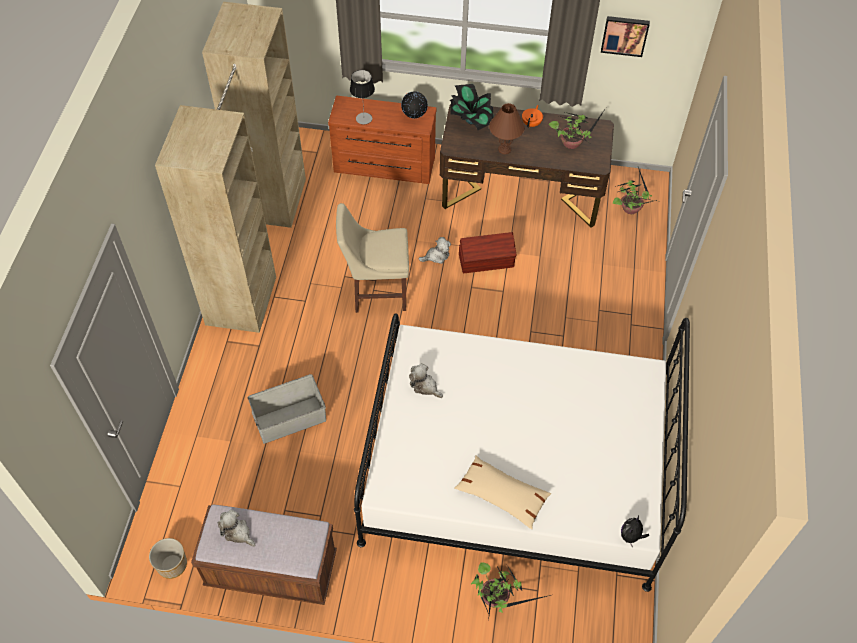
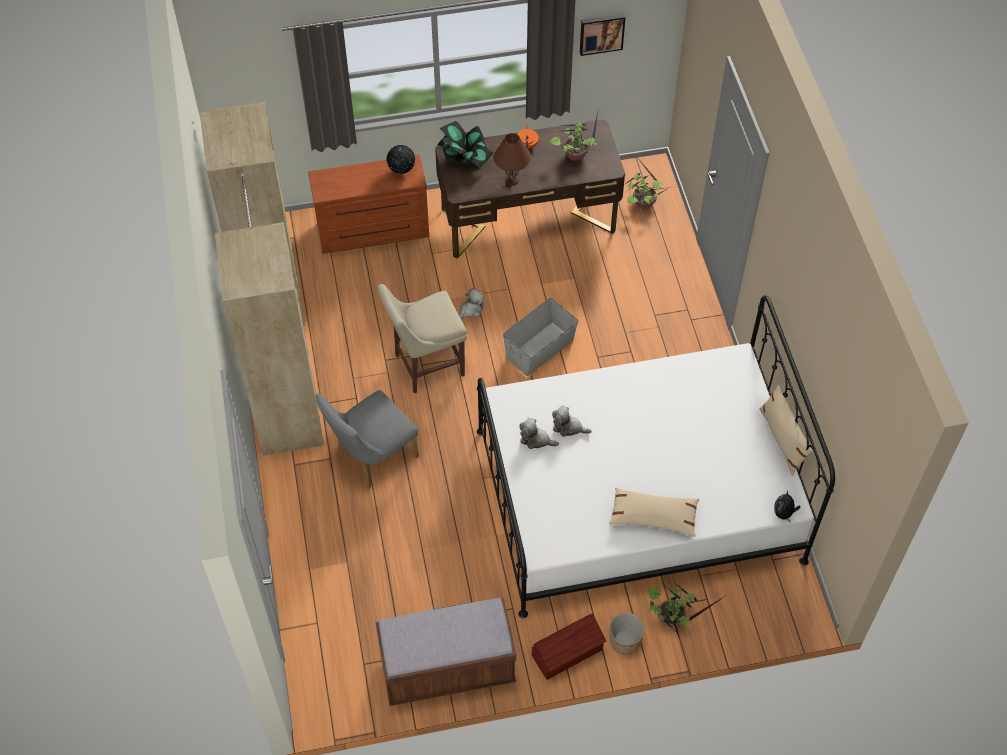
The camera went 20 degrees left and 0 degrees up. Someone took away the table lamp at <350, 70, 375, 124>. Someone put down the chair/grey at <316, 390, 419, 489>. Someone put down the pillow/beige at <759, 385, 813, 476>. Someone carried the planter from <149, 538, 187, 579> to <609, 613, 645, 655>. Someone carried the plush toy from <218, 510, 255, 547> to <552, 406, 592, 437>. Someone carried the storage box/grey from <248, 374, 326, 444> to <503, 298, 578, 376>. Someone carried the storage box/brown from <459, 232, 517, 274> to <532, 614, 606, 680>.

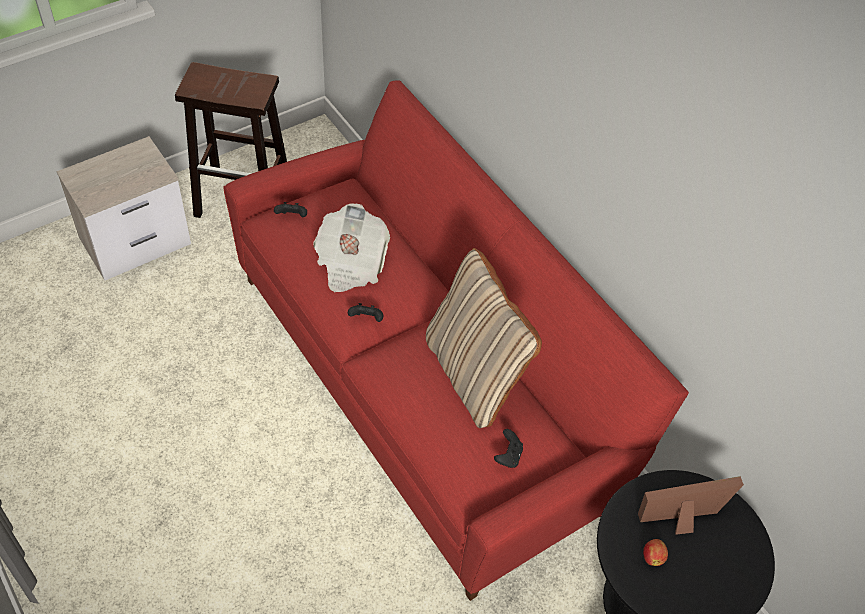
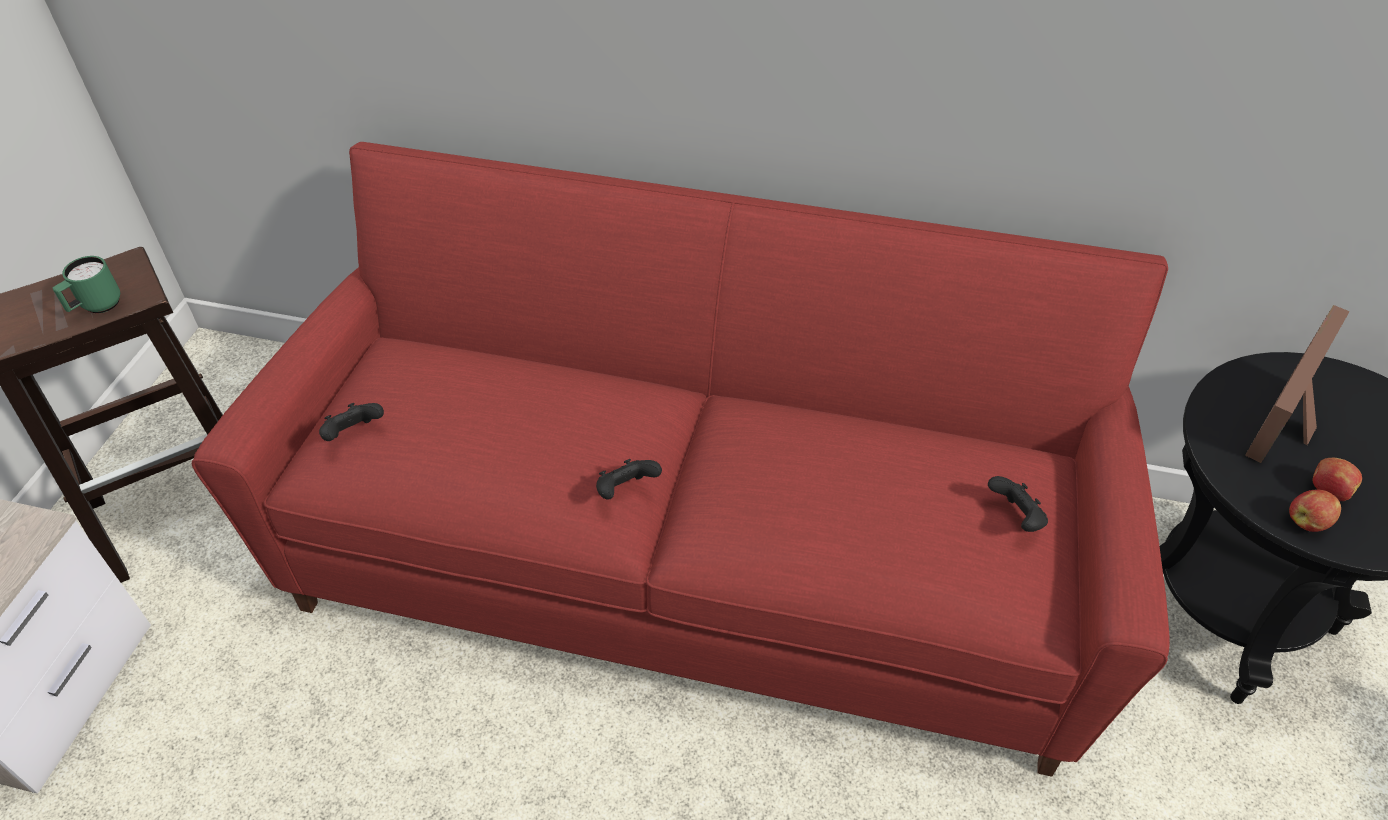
The camera went 40 degrees left and 5 degrees down. Someone took away the newspaper at <313, 203, 390, 292>. Someone took away the pillow/beige at <426, 248, 542, 428>. Someone put down the mug/green at <53, 256, 120, 313>. Someone put down the apple at <1289, 489, 1341, 532>.

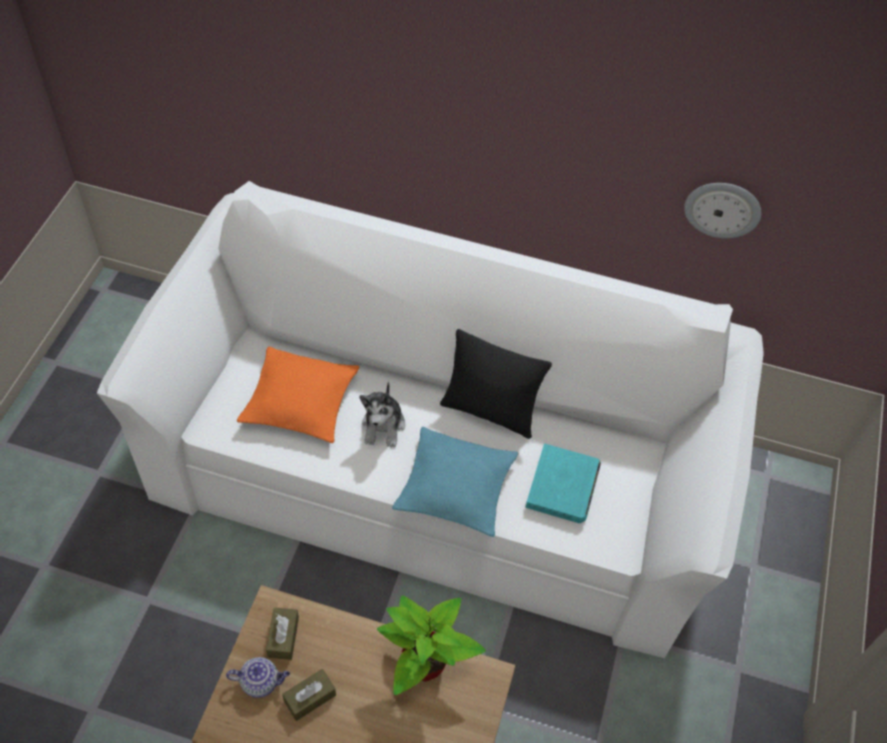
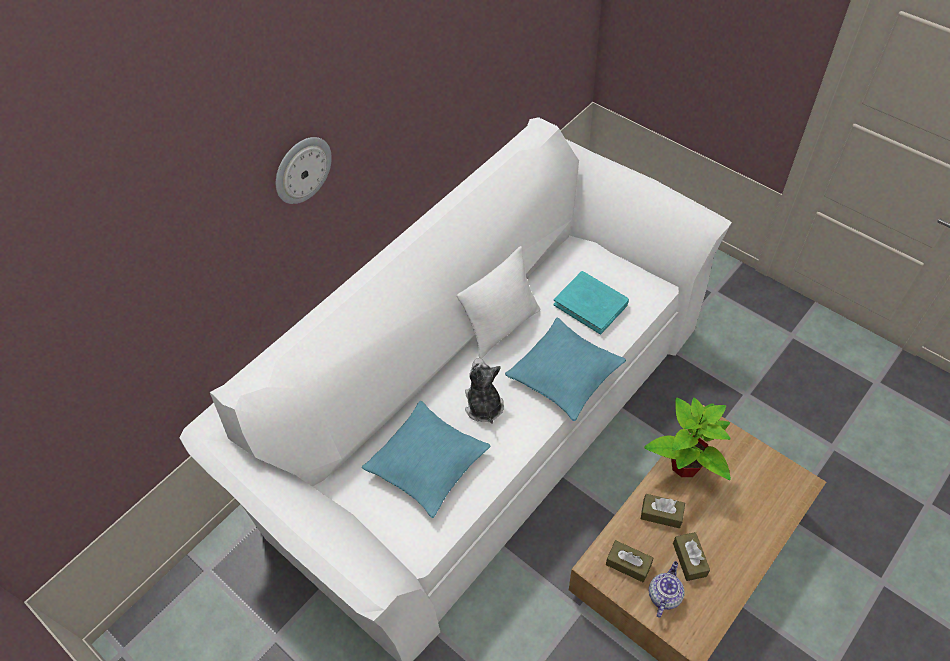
The camera went 60 degrees left and 0 degrees up. Someone put down the tissue box/brown at <641, 494, 685, 528>. Someone carried the wall clock from <684, 183, 761, 238> to <276, 137, 332, 204>. Someone repainted the pillow/orange at <237, 346, 359, 443>, which became the pillow/turquoise at <362, 401, 490, 518>. Someone repainted the pillow/black at <440, 329, 552, 439>, which became the pillow/white at <457, 246, 541, 358>. Someone rotated the plush toy at <359, 381, 405, 447> by 135 degrees counterclockwise.

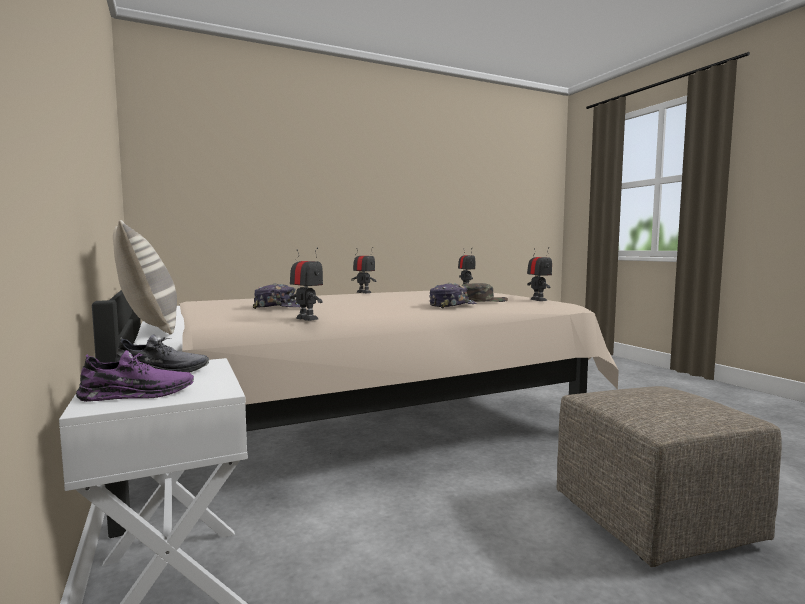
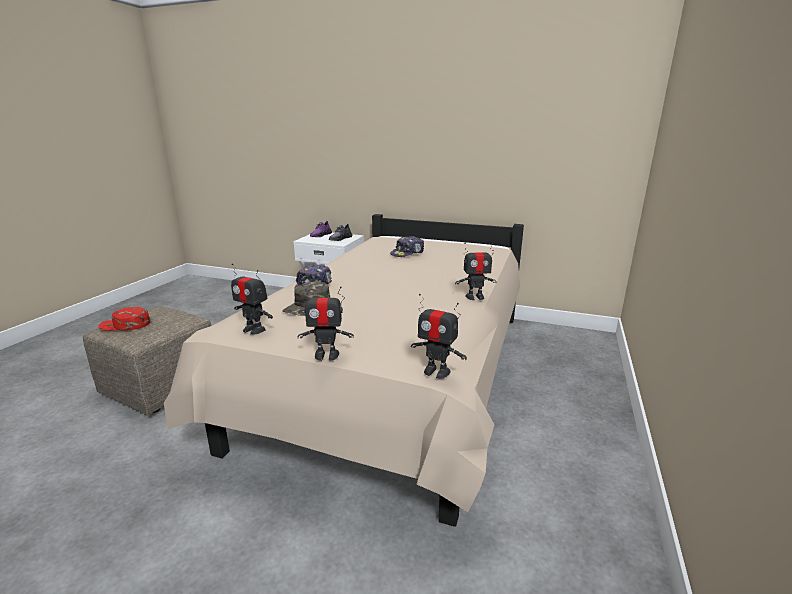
The camera went 135 degrees right and 15 degrees up. Someone took away the pillow at <113, 220, 177, 334>. Someone put down the cap/red at <98, 307, 150, 331>. Someone carried the toy robot from <290, 248, 323, 321> to <298, 285, 354, 361>.

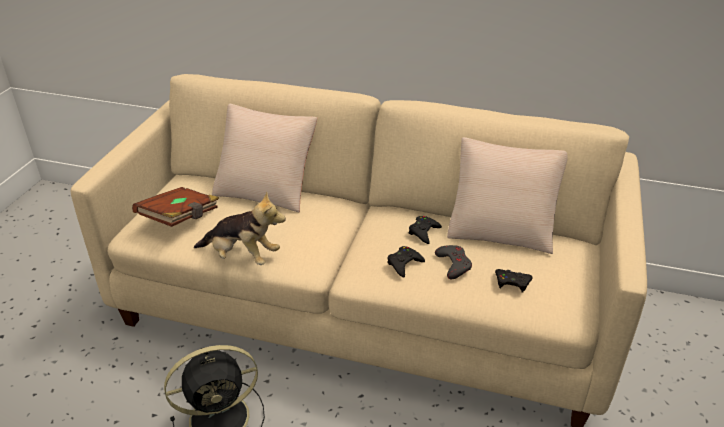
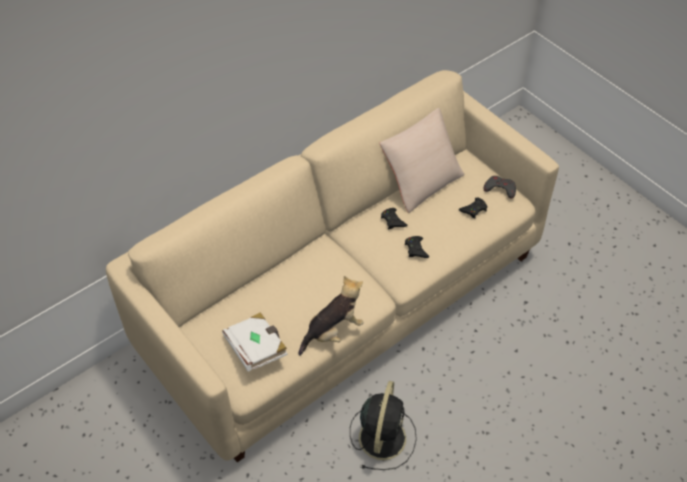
The camera went 55 degrees left and 15 degrees up. Someone took away the pillow/beige at <212, 104, 317, 212>. Someone carried the game controller/grey from <435, 245, 472, 279> to <483, 176, 516, 198>. Someone repainted the book/brown at <132, 187, 219, 227>, which became the book/white at <222, 313, 288, 372>.

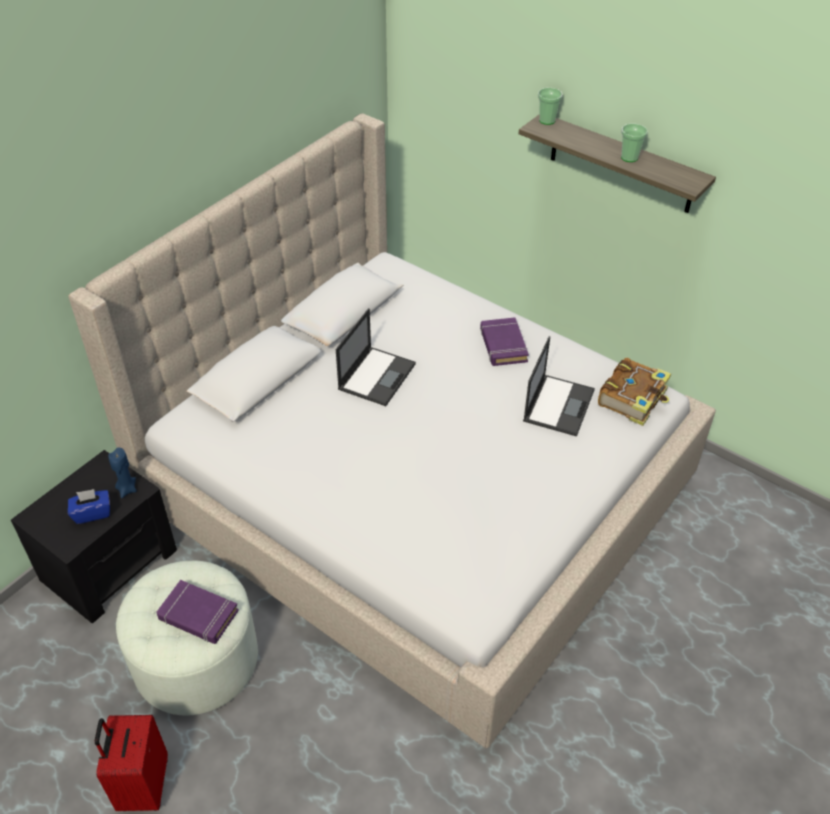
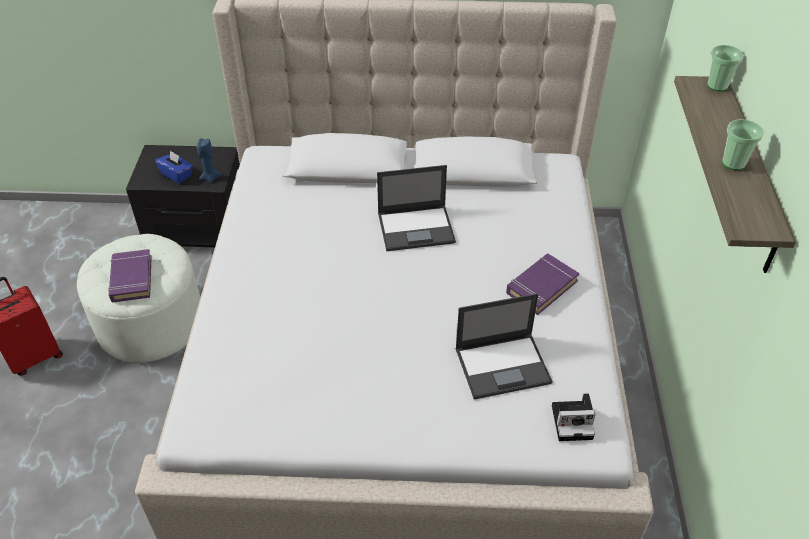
The camera went 55 degrees right and 0 degrees up. Someone swapped the book at <598, 358, 671, 426> for the photo camera at <552, 393, 595, 441>.

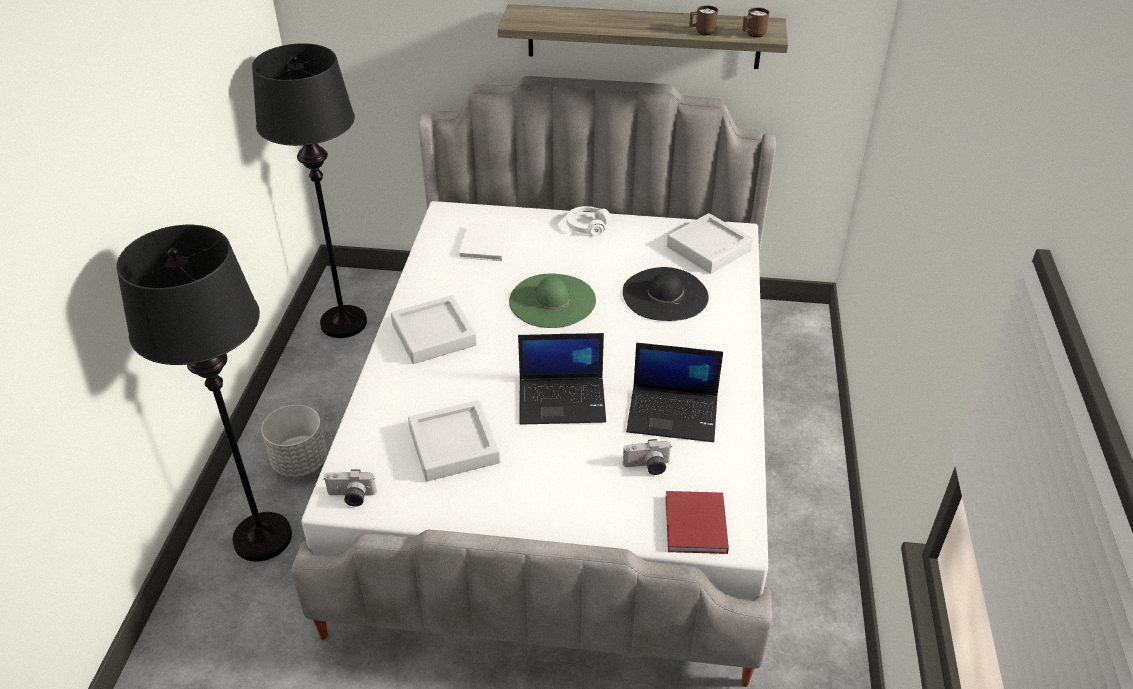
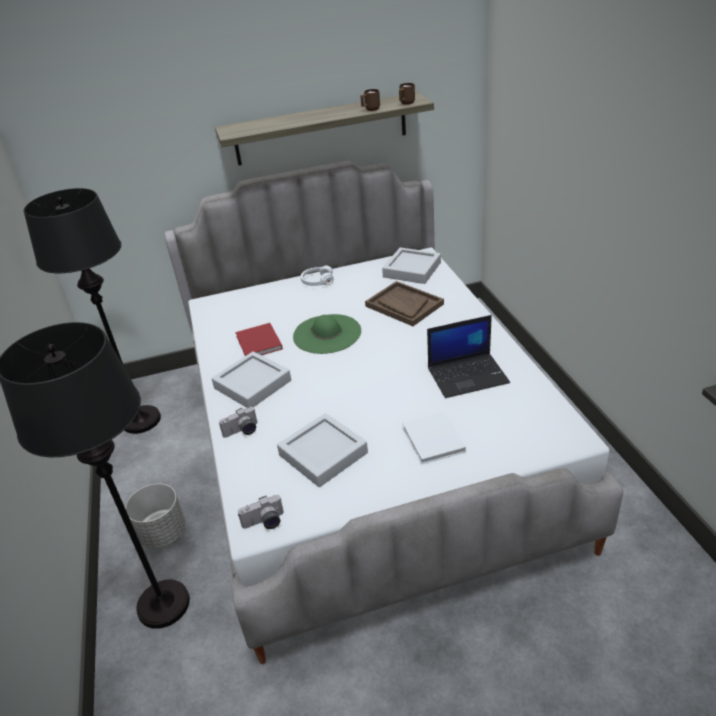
The camera went 20 degrees left and 5 degrees down. Someone took away the laptop at <518, 333, 606, 425>. Someone carried the book/white from <459, 223, 511, 261> to <402, 412, 466, 464>. Someone carried the photo camera from <623, 439, 671, 475> to <219, 407, 257, 438>. Someone carried the book/red from <665, 491, 729, 554> to <235, 323, 283, 356>. Someone swapped the hat/black at <623, 267, 709, 321> for the tray/brown at <365, 281, 444, 326>.

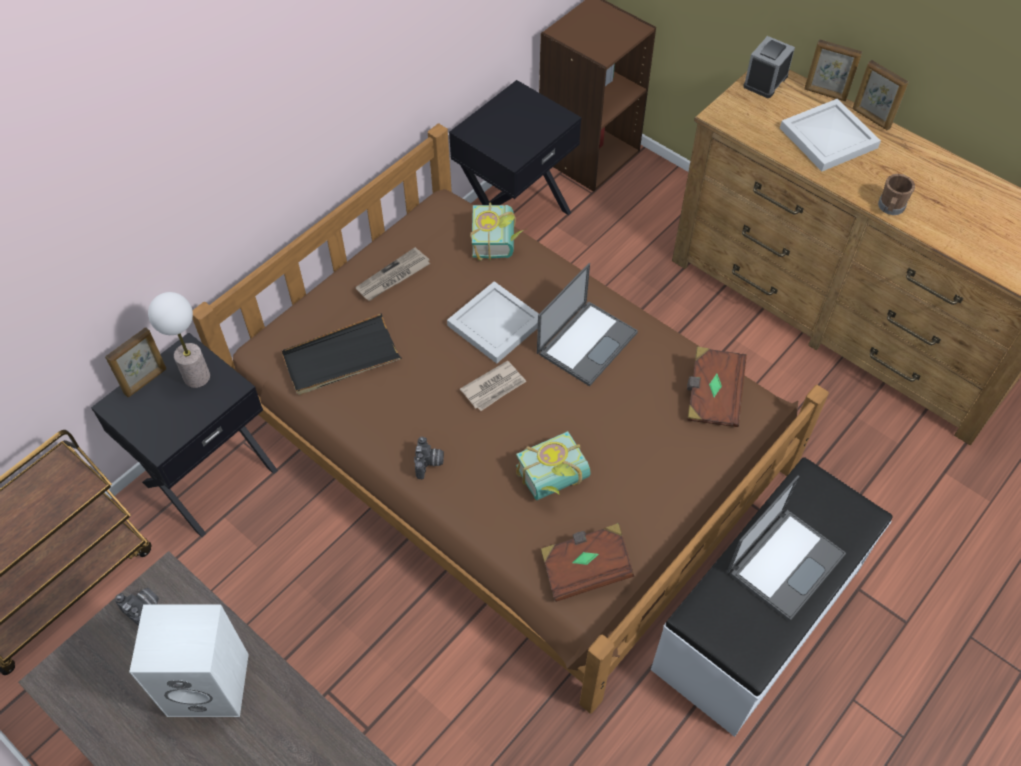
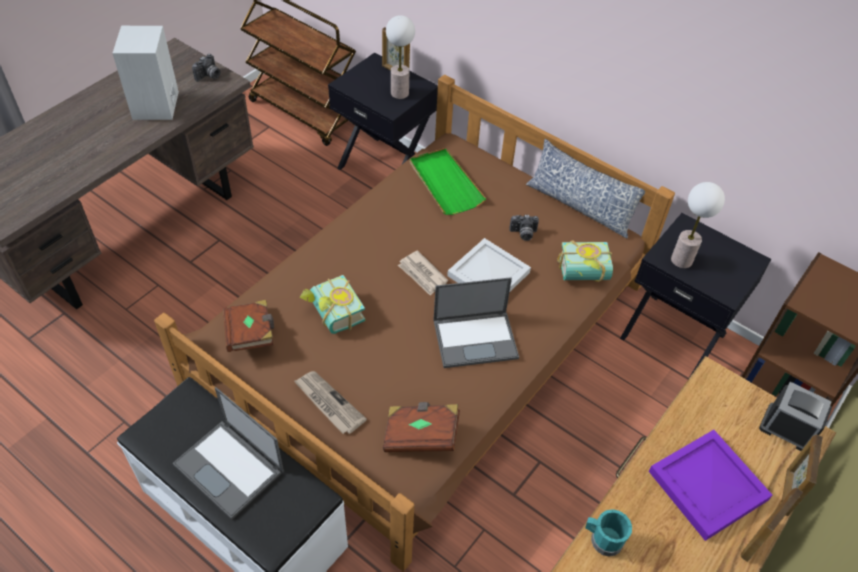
The camera went 85 degrees right and 5 degrees down. Someone put down the pillow at <526, 139, 645, 238>. Someone put down the table lamp at <671, 182, 725, 268>. Someone carried the newspaper from <355, 247, 430, 301> to <294, 371, 367, 434>. Someone carried the photo camera from <414, 437, 444, 479> to <509, 215, 539, 241>. Someone repainted the tray/black at <281, 313, 402, 395>, which became the tray/green at <410, 148, 486, 215>. Someone repainted the tray/white at <780, 99, 881, 171>, which became the tray/purple at <649, 430, 772, 541>. Someone repainted the mug/brown at <878, 174, 915, 215>, which became the mug/turquoise at <585, 509, 632, 557>. Someone rotated the laptop at <537, 263, 638, 386> by 45 degrees counterclockwise.

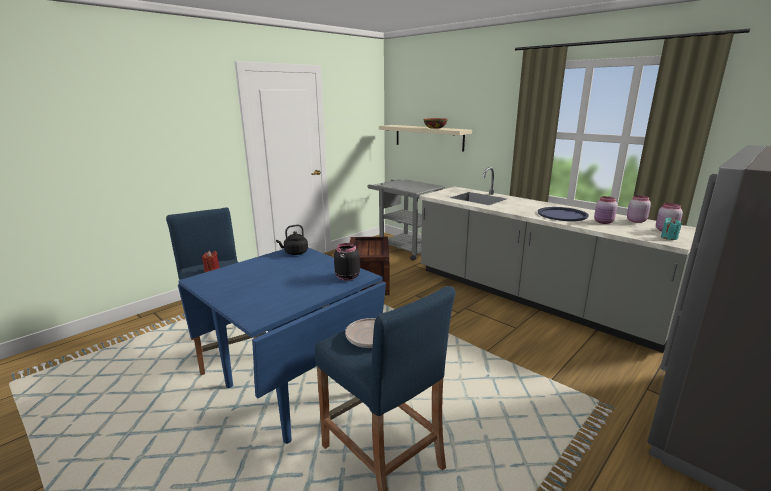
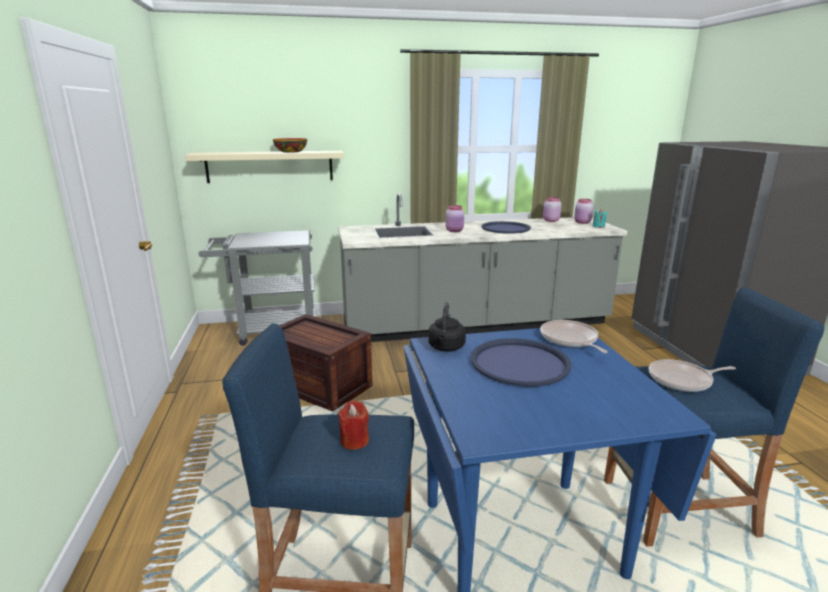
The camera went 55 degrees left and 0 degrees up. Someone put down the tray/blue at <471, 338, 572, 387>. Someone carried the jar/pink from <594, 196, 617, 224> to <446, 205, 464, 232>. Someone swapped the jar/black at <334, 243, 360, 281> for the frying pan at <540, 320, 608, 353>.

